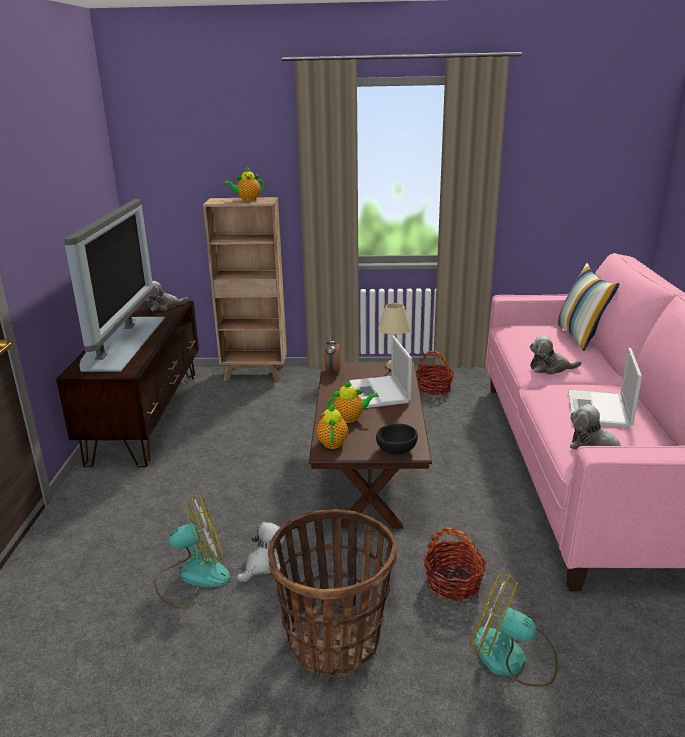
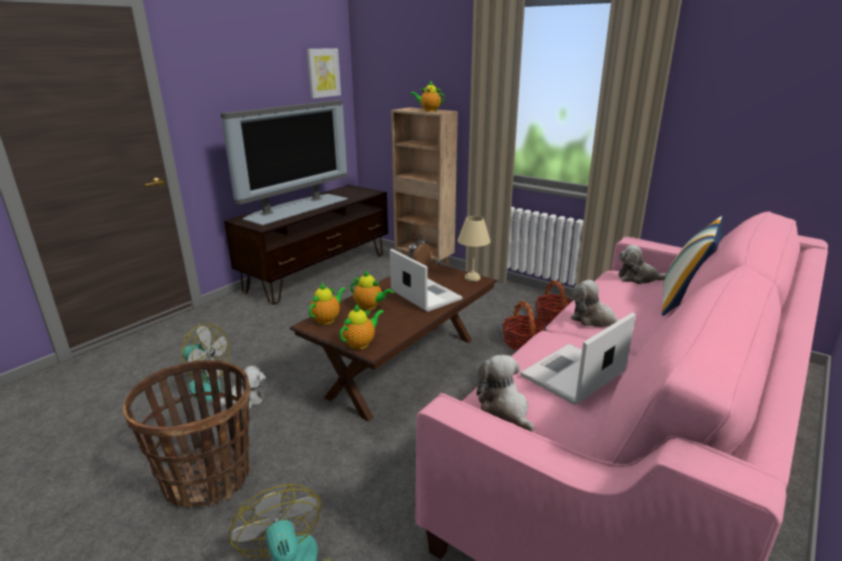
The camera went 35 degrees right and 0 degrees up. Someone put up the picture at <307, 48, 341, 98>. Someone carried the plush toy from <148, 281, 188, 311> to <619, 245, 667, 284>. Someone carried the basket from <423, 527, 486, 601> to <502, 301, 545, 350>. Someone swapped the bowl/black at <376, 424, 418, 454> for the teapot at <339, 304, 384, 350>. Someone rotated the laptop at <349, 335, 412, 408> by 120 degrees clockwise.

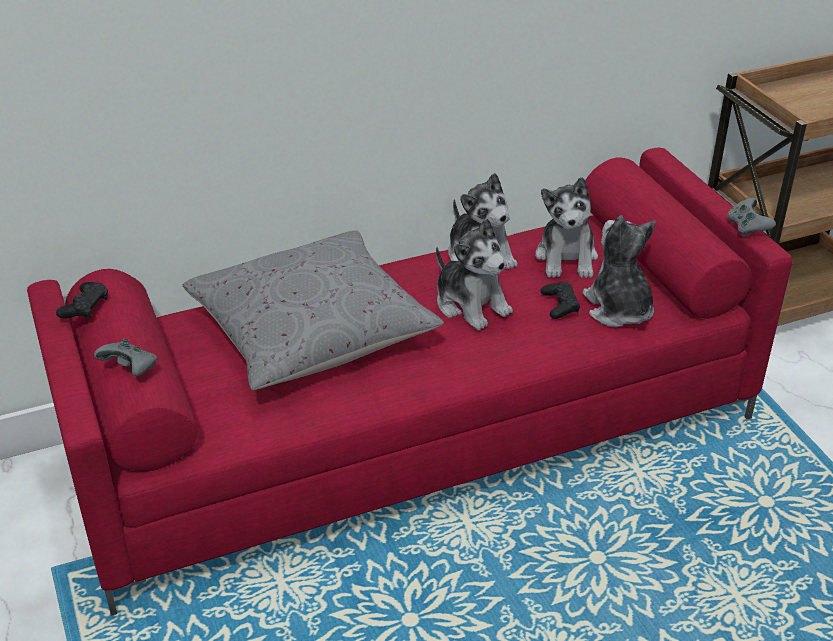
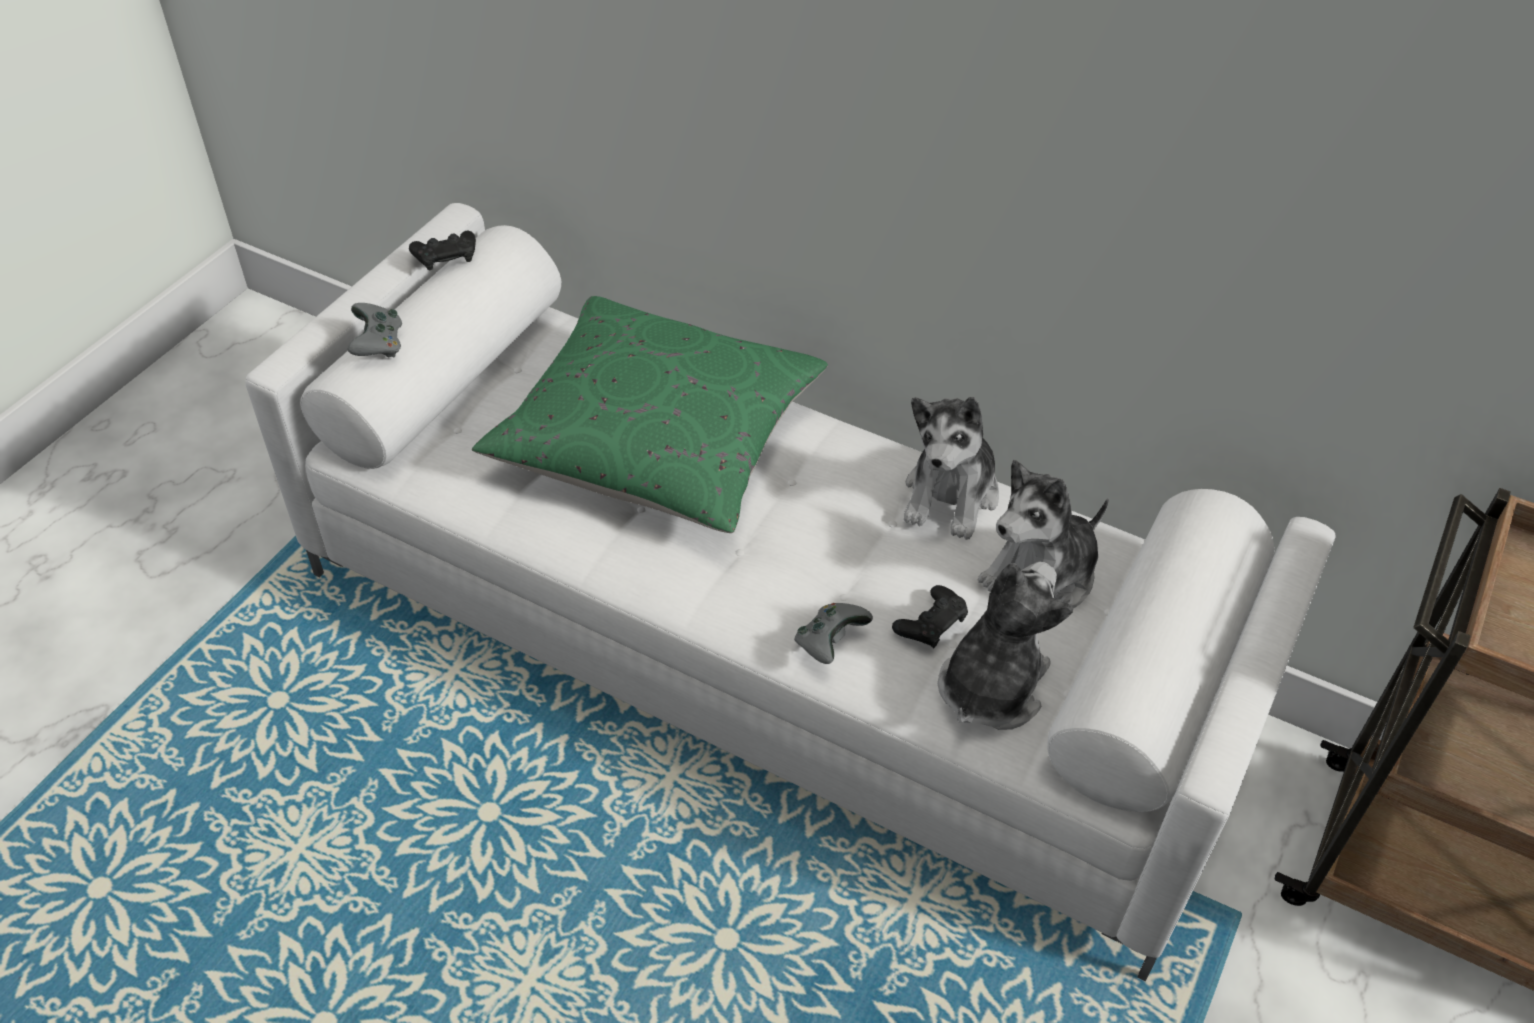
The camera went 50 degrees right and 10 degrees up. Someone took away the plush toy at <436, 218, 513, 330>. Someone carried the game controller/grey from <727, 198, 776, 237> to <794, 603, 873, 664>. Someone repainted the sofa/red at <27, 148, 792, 616>, which became the sofa/white at <245, 203, 1336, 981>. Someone repainted the pillow/grey at <182, 230, 444, 390>, which became the pillow/green at <472, 296, 828, 533>.

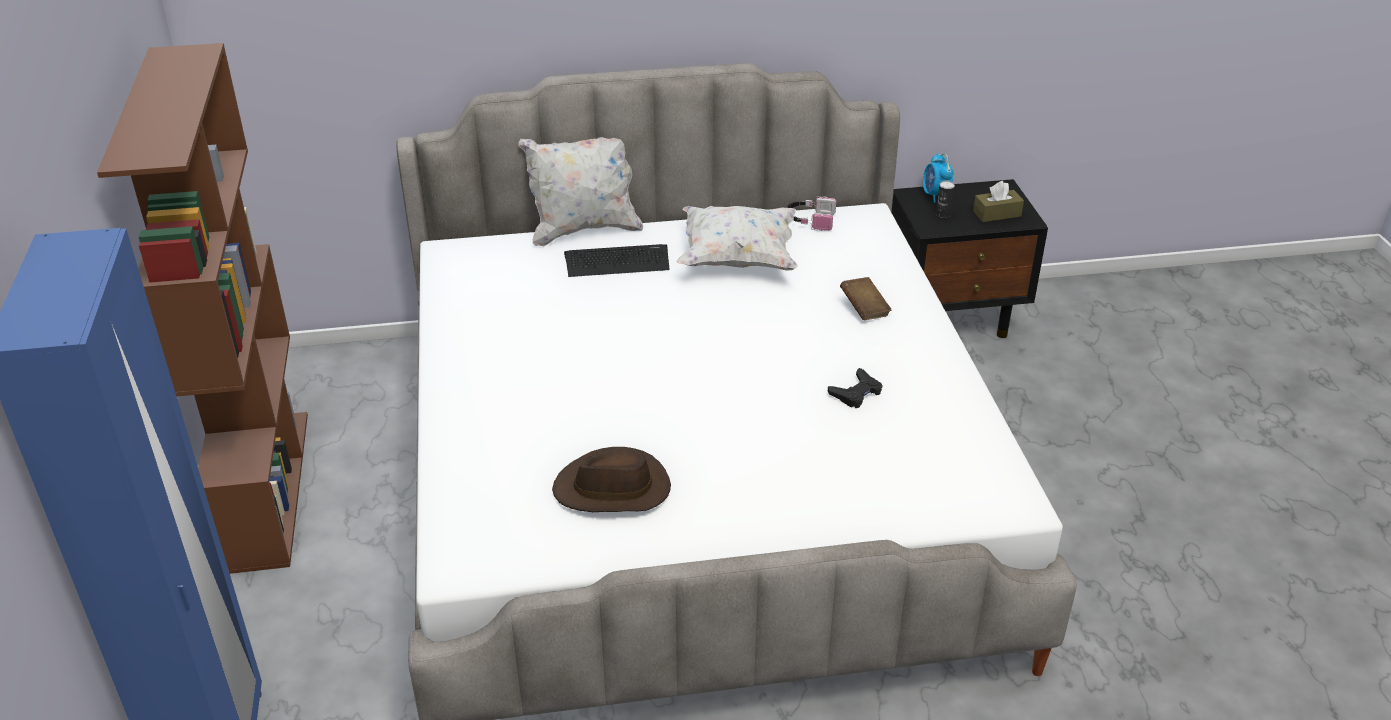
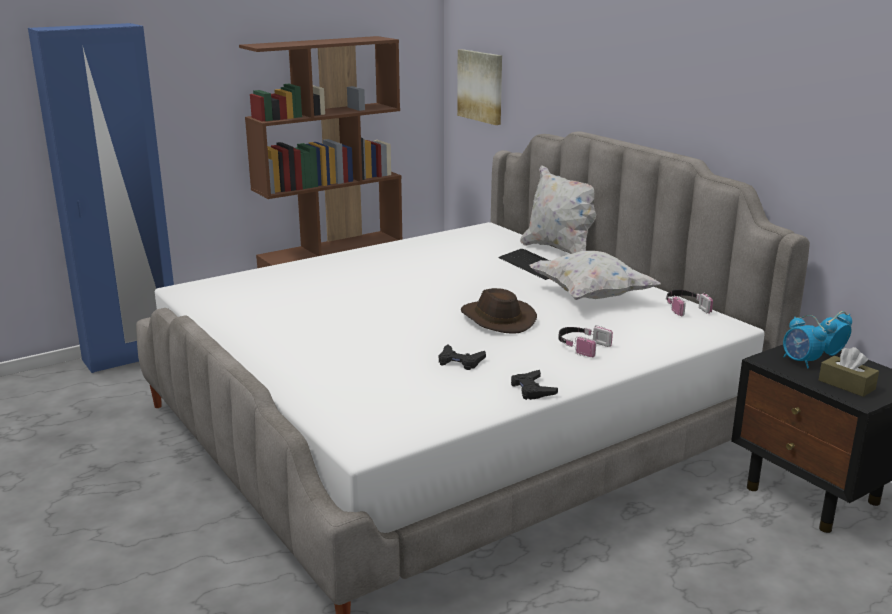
The camera went 65 degrees right and 15 degrees down. Someone put up the picture at <457, 49, 502, 125>. Someone put down the game controller/black at <511, 370, 558, 400>. Someone carried the hat/brown from <552, 447, 671, 512> to <461, 288, 537, 334>. Someone swapped the book/brown at <840, 277, 892, 320> for the headphones at <559, 325, 613, 357>. Someone swapped the can at <936, 181, 955, 218> for the alarm clock at <783, 315, 827, 369>.

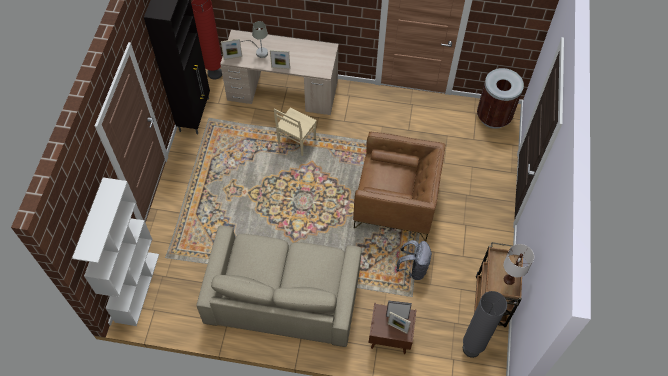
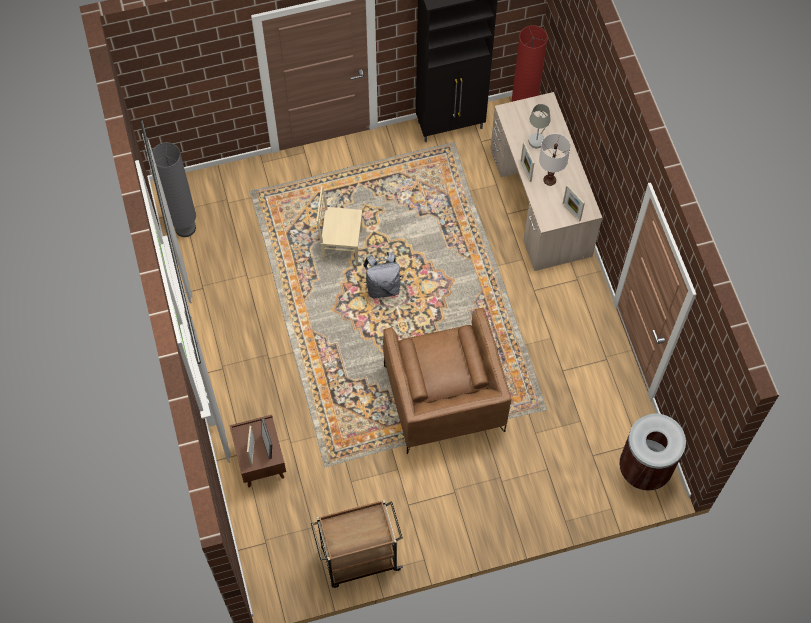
The camera went 65 degrees right and 5 degrees up. Someone took away the bookcase/white at <72, 177, 159, 326>. Someone took away the sofa/beige at <196, 226, 362, 347>. Someone carried the picture frame from <221, 38, 242, 60> to <563, 185, 585, 222>. Someone carried the chair/beige from <274, 107, 317, 156> to <316, 186, 362, 265>. Someone carried the backpack/grey from <396, 240, 432, 280> to <363, 252, 401, 298>. Someone carried the floor lamp/grey from <463, 291, 507, 358> to <152, 142, 196, 237>. Someone carried the table lamp/white from <503, 244, 534, 285> to <539, 133, 571, 186>.

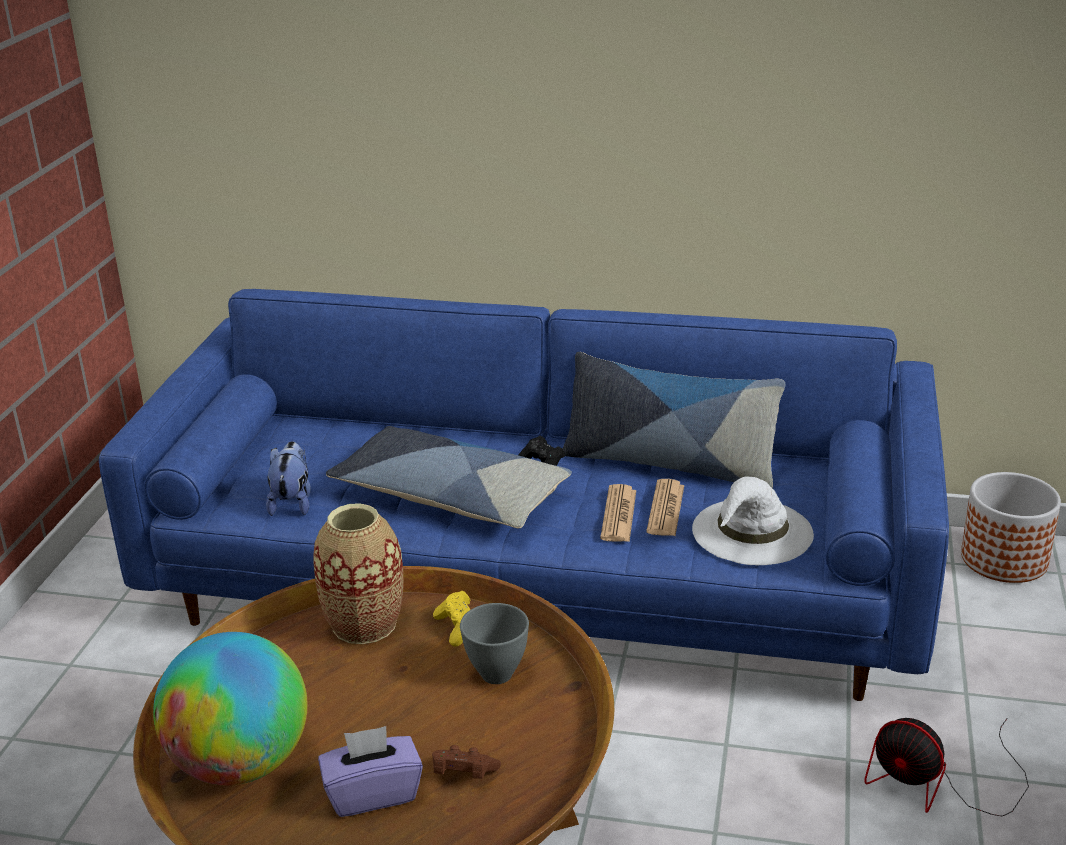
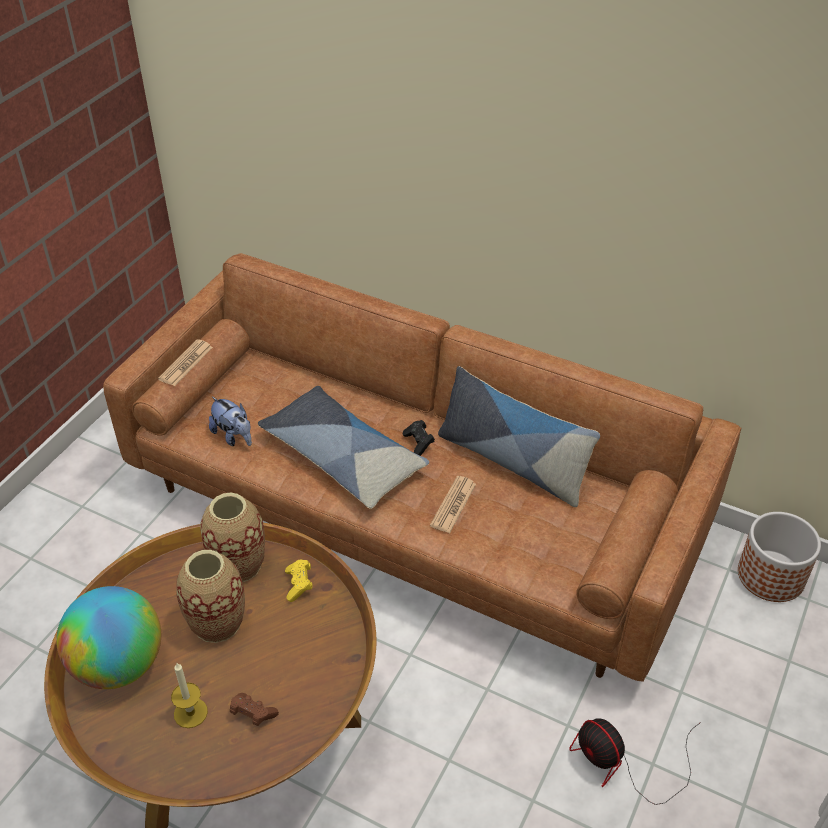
The camera went 15 degrees right and 15 degrees up. Someone took away the bowl/grey at <460, 603, 529, 684>. Someone took away the hat/white at <692, 477, 814, 565>. Someone put down the vase at <177, 550, 245, 643>. Someone carried the newspaper from <646, 479, 684, 536> to <158, 339, 213, 386>. Someone swapped the tissue box/purple at <318, 726, 423, 817> for the candle at <171, 662, 208, 728>. Someone repainted the sofa/blue at <99, 289, 949, 701>, which became the sofa/brown at <103, 253, 741, 682>. Someone rotated the plush toy at <266, 441, 311, 516> by 120 degrees clockwise.

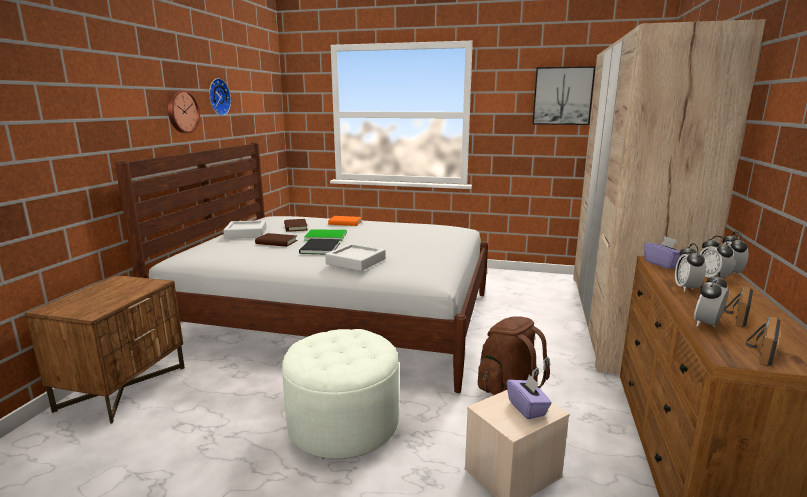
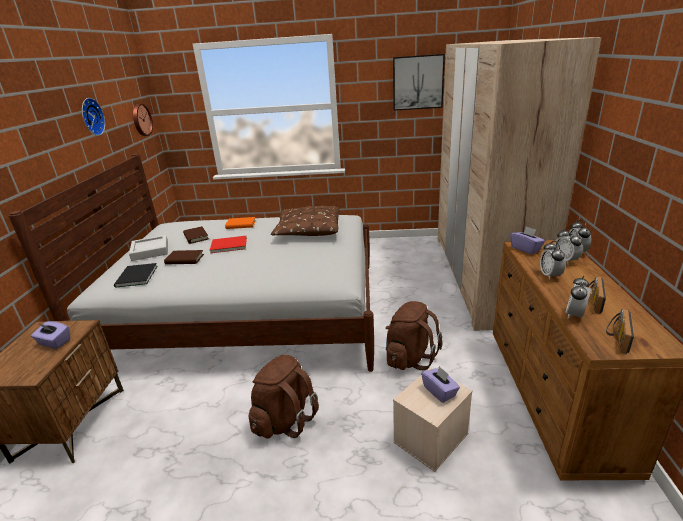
The camera went 10 degrees left and 10 degrees up. Someone took away the tray/grey at <325, 243, 386, 271>. Someone put down the tissue box/purple at <31, 321, 70, 349>. Someone put down the pillow/brown at <271, 206, 339, 236>. Someone carried the wall clock from <168, 90, 200, 133> to <133, 104, 153, 136>. Someone carried the book/black from <299, 239, 340, 254> to <114, 263, 157, 288>. Someone swapped the ottoman/white at <282, 329, 399, 459> for the backpack/brown at <249, 355, 319, 439>. Someone repainted the book/green at <304, 229, 347, 241>, which became the book/red at <210, 236, 247, 253>.

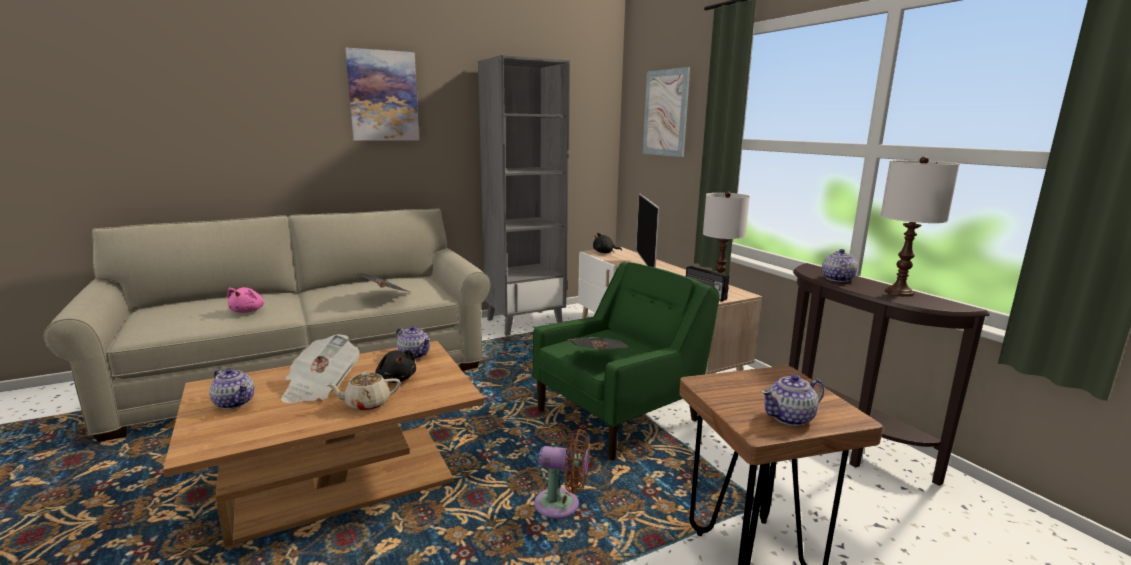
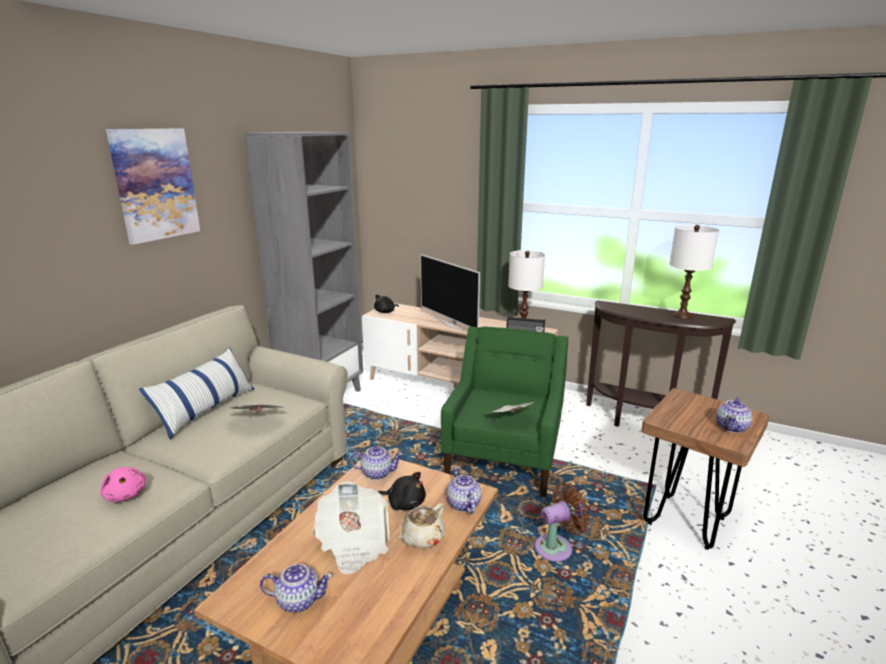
The camera went 35 degrees left and 5 degrees up. Someone took away the picture at <643, 67, 690, 157>. Someone put down the pillow at <139, 347, 254, 439>. Someone carried the teapot from <822, 249, 857, 282> to <446, 467, 482, 514>.

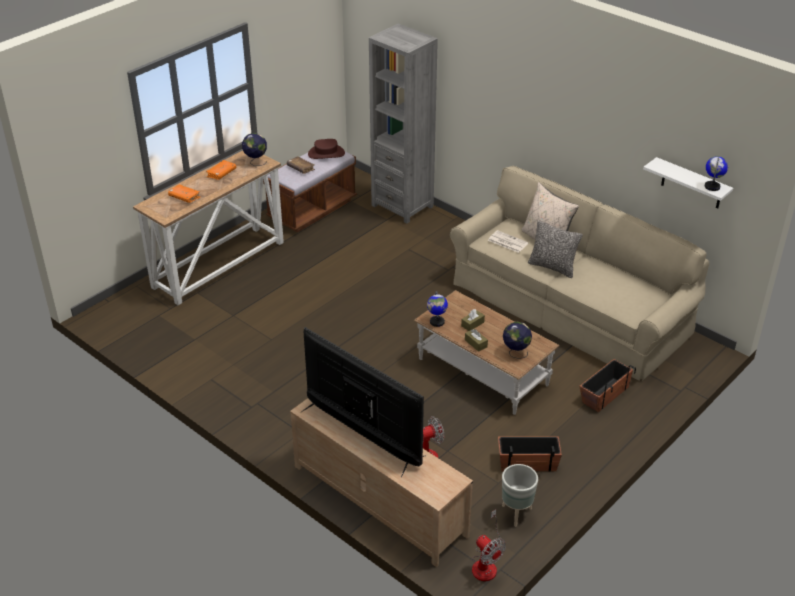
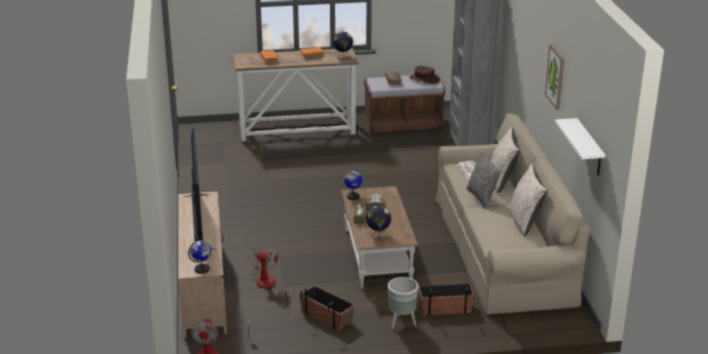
The camera went 40 degrees right and 10 degrees down. Someone put down the pillow/beige at <510, 163, 547, 236>. Someone put up the picture at <545, 45, 564, 110>. Someone carried the planter/grey from <502, 464, 538, 527> to <388, 277, 418, 329>. Someone carried the globe from <705, 156, 728, 191> to <188, 240, 211, 274>.

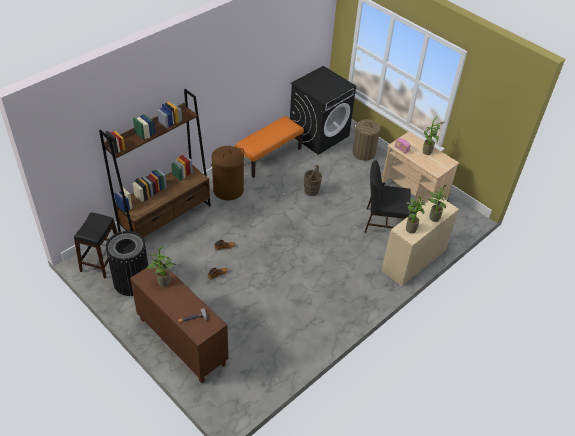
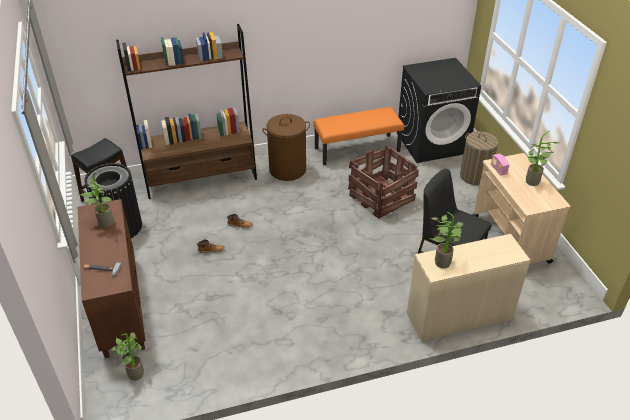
The camera went 30 degrees right and 5 degrees down. Someone carried the potted plant from <428, 185, 447, 222> to <110, 332, 144, 381>. Someone swapped the bucket/brown at <304, 165, 322, 196> for the crate at <348, 145, 419, 219>.

